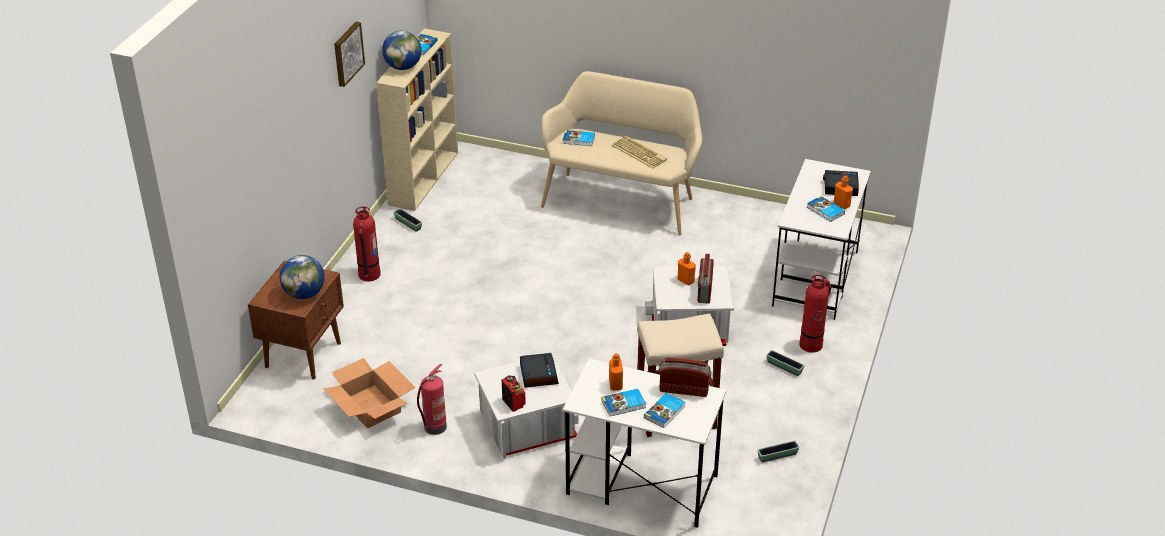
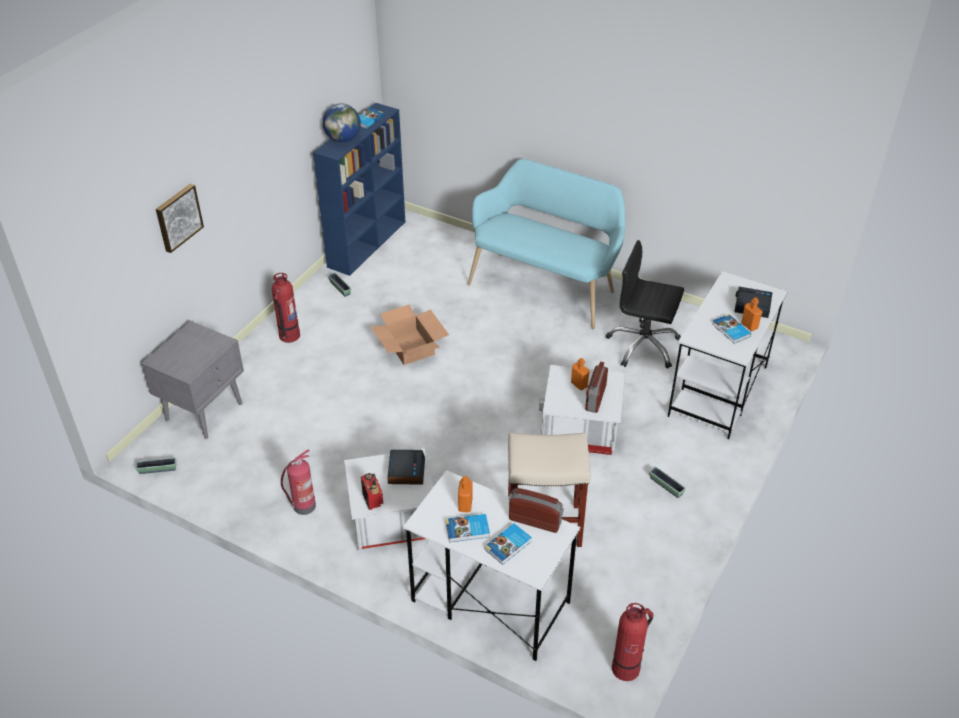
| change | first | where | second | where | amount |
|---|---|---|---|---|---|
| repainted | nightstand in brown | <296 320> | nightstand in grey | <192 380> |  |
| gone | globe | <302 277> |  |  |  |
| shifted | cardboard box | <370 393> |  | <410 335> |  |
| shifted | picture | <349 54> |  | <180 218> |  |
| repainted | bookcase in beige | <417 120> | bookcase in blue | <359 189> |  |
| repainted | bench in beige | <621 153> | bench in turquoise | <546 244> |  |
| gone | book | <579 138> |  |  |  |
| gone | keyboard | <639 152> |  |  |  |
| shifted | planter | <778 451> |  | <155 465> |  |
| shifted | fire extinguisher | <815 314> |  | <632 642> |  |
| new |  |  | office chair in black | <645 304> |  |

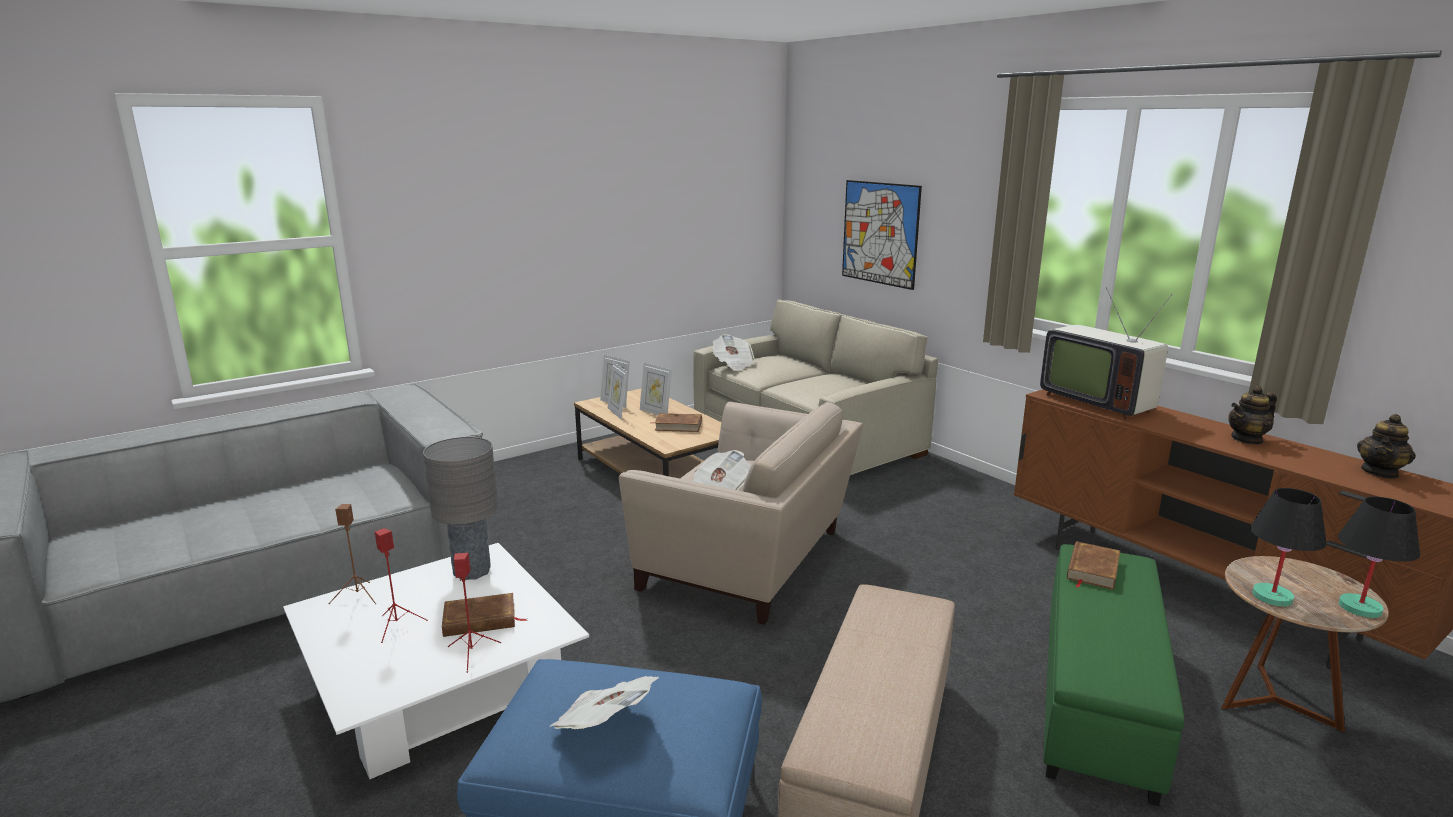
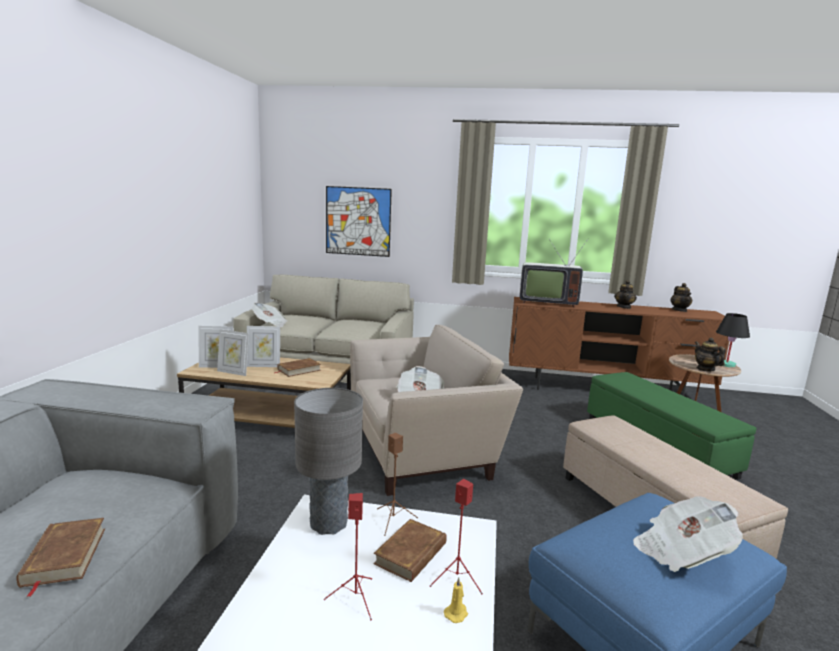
| change | first | where | second | where | amount |
|---|---|---|---|---|---|
| shifted | speaker in brown | <352 554> |  | <397 484> |  |
| shifted | book in brown | <1093 565> |  | <60 557> |  |
| swapped | table lamp in black | <1288 547> | teapot | <710 354> |  |
| new |  |  | candle in yellow | <456 600> |  |

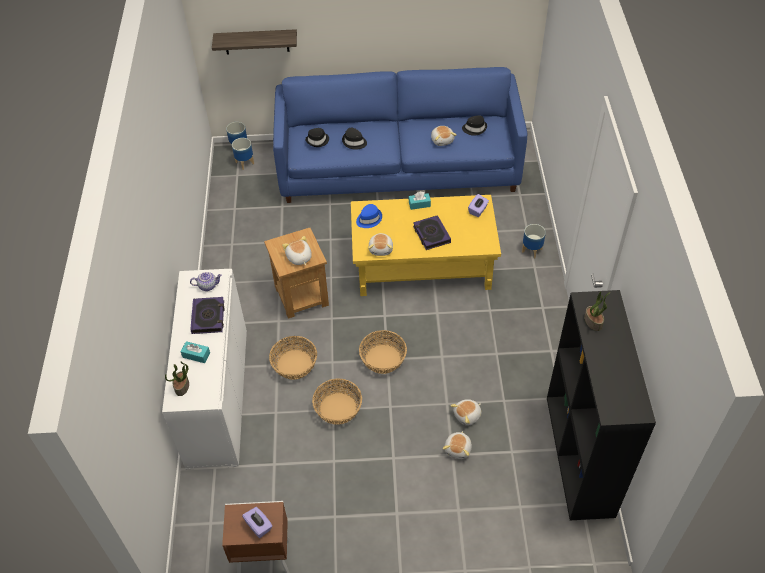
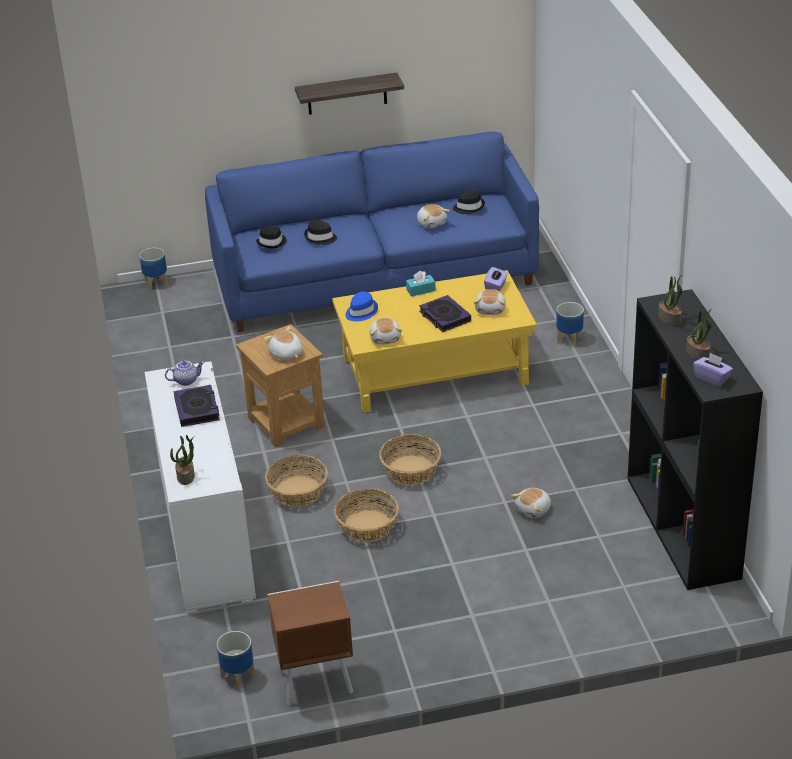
| change | first | where | second | where | amount |
|---|---|---|---|---|---|
| gone | tissue box in turquoise | <195 352> |  |  |  |
| shifted | shelf | <254 42> |  | <349 94> |  |
| shifted | planter | <243 154> |  | <236 660> |  |
| shifted | tissue box in purple | <257 522> |  | <713 370> |  |
| shifted | plush toy | <457 445> |  | <490 302> |  |
| new |  |  | potted plant | <699 334> |  |

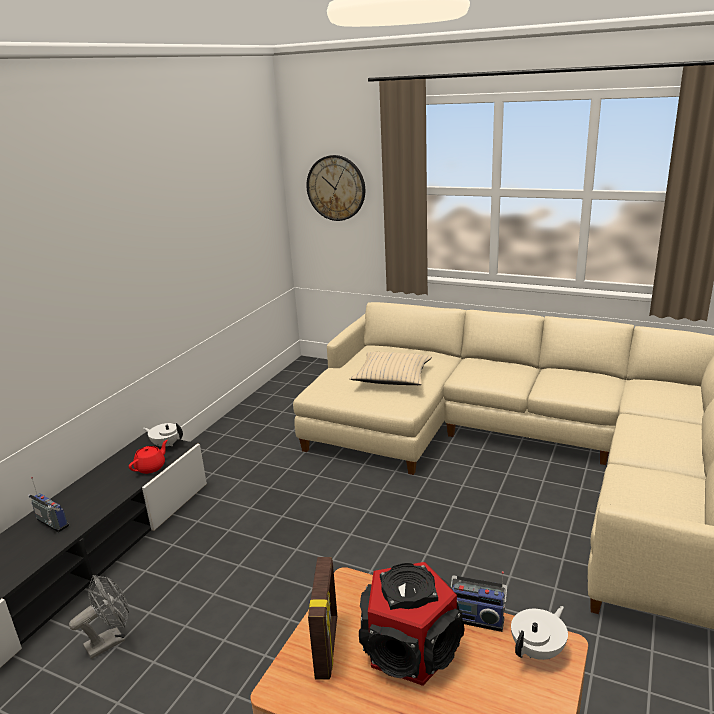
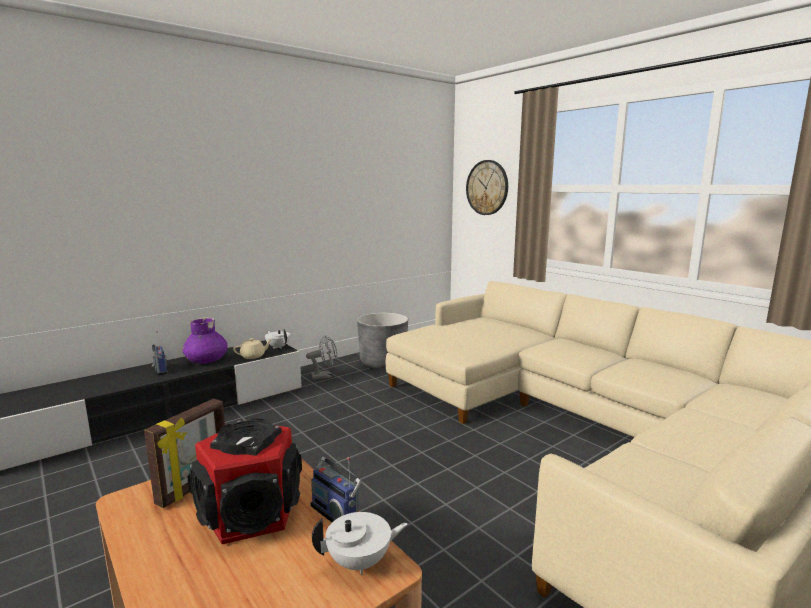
| change | first | where | second | where | amount |
|---|---|---|---|---|---|
| shifted | fan in grey | <99 617> |  | <321 357> |  |
| repainted | teapot in red | <148 457> | teapot in beige | <252 348> |  |
| gone | pillow in beige | <391 368> |  |  |  |
| new |  |  | vase in purple | <205 340> |  |
| new |  |  | planter in grey | <382 341> |  |

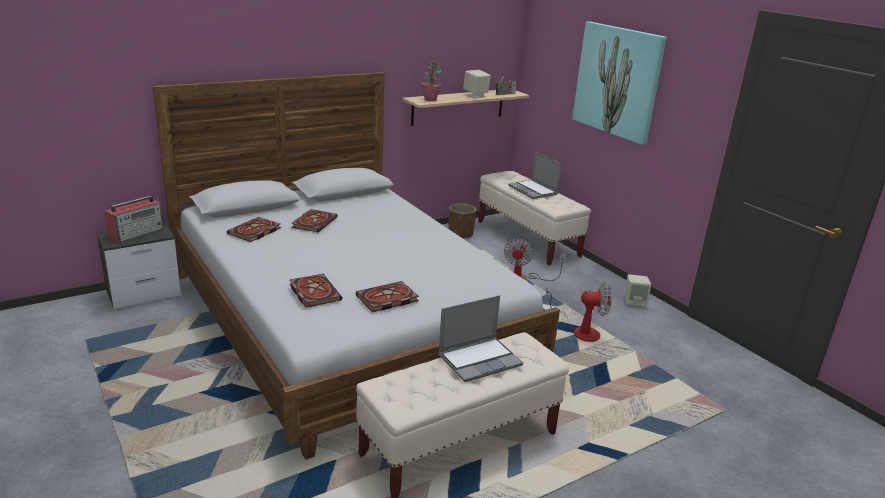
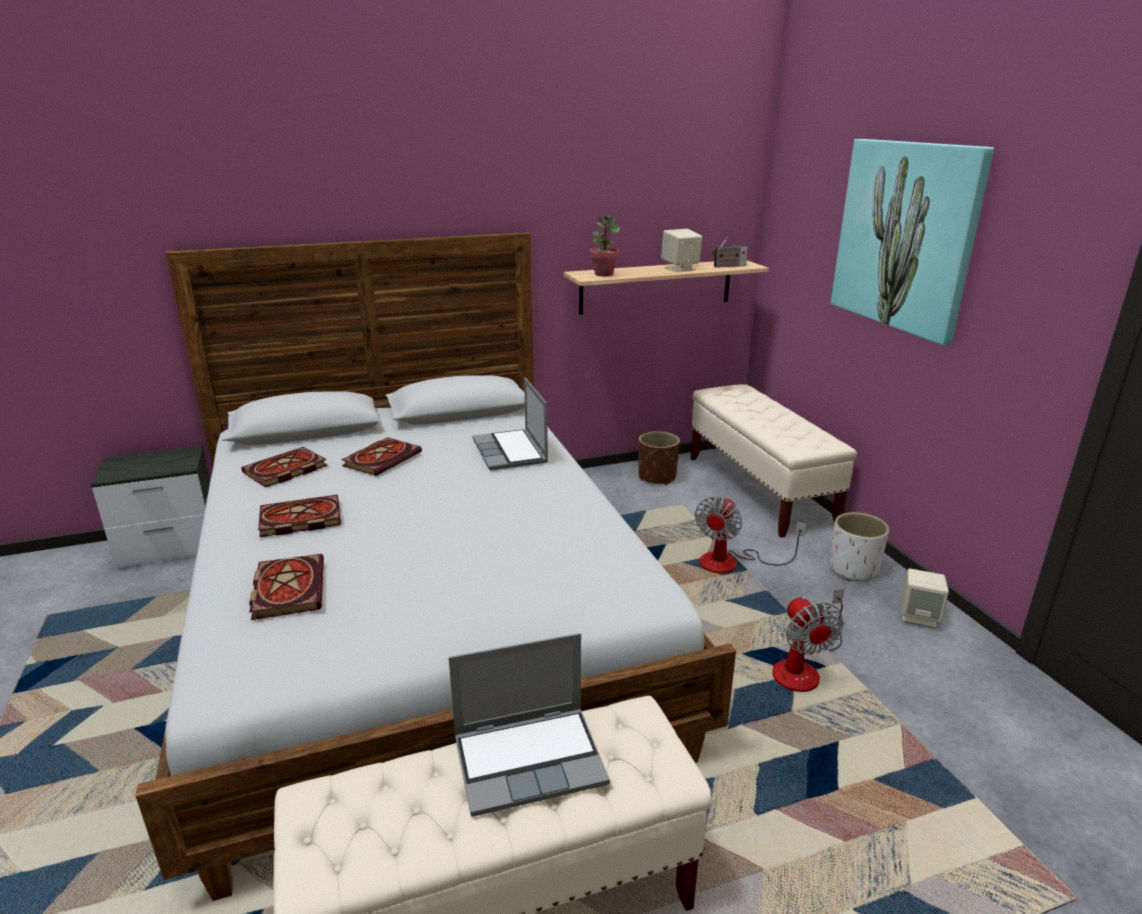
| change | first | where | second | where | amount |
|---|---|---|---|---|---|
| gone | radio | <134 218> |  |  |  |
| shifted | book | <387 296> |  | <299 516> |  |
| shifted | laptop | <535 175> |  | <510 424> |  |
| rotated | fan | <579 312> |  | <808 640> | 60 degrees clockwise |
| new |  |  | planter in white | <859 546> |  |

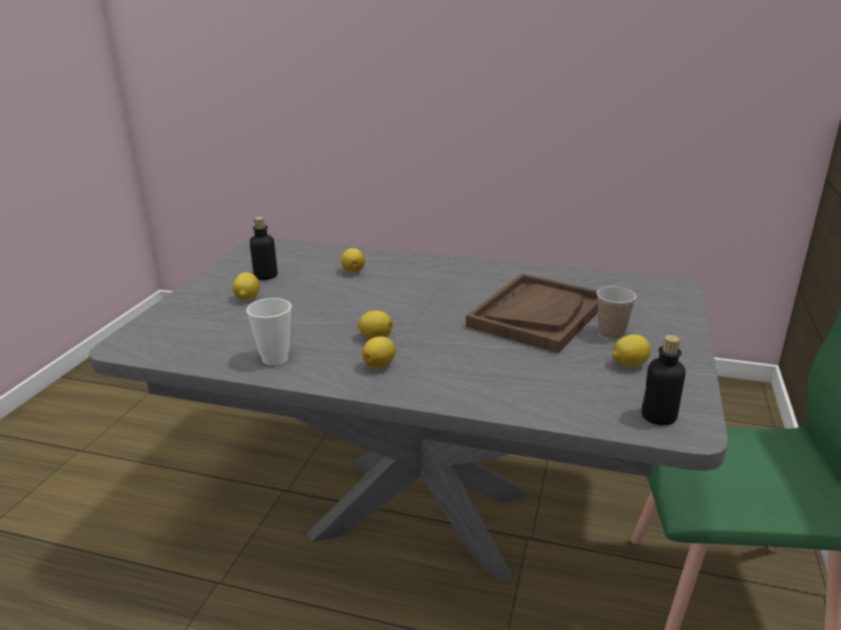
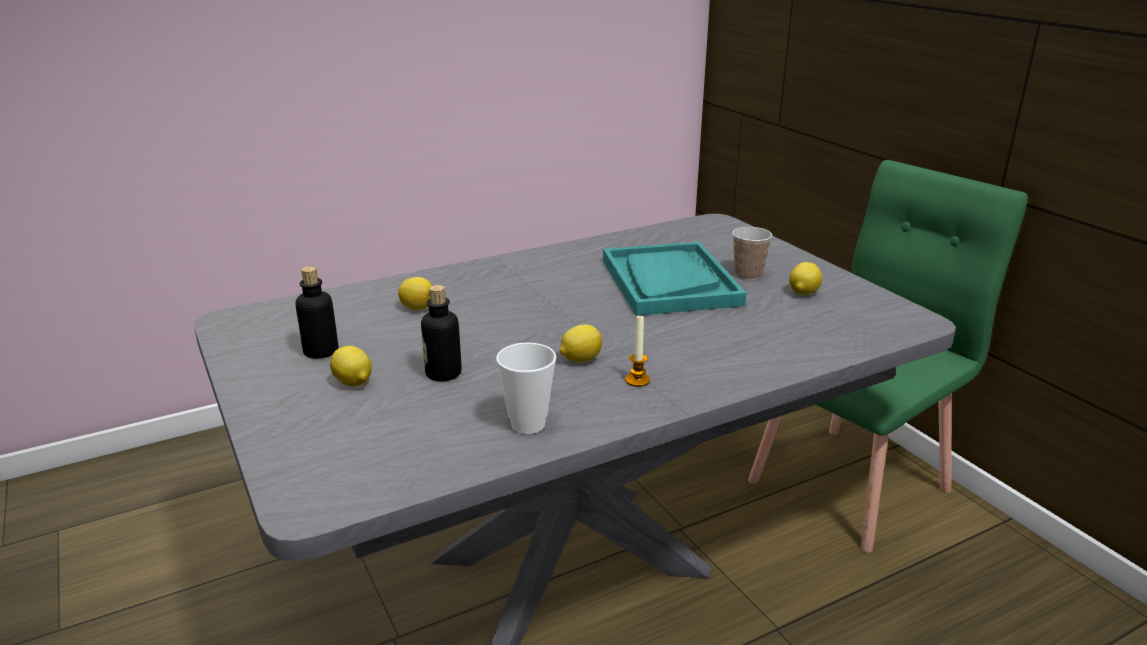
| change | first | where | second | where | amount |
|---|---|---|---|---|---|
| swapped | lemon | <379 352> | candle | <637 351> |  |
| repainted | tray in brown | <532 313> | tray in turquoise | <674 279> |  |
| shifted | bottle | <663 380> |  | <441 333> |  |

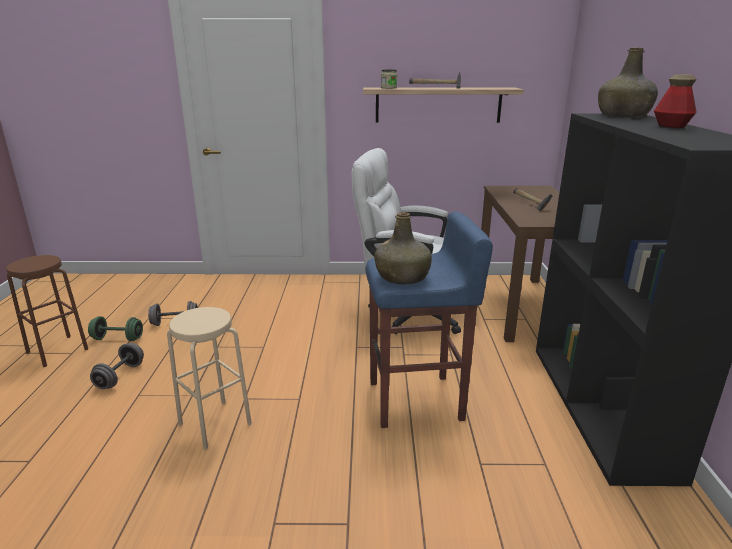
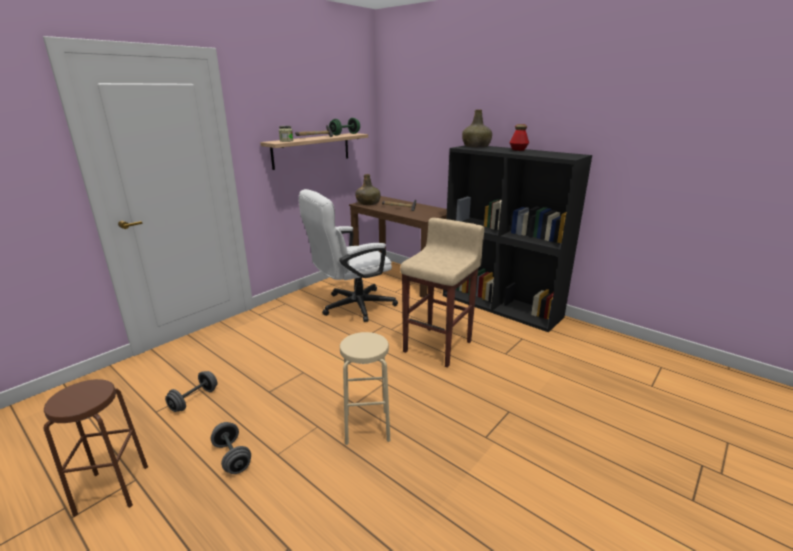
| change | first | where | second | where | amount |
|---|---|---|---|---|---|
| shifted | dumbbell in green | <115 328> |  | <344 126> |  |
| repainted | stool in blue | <429 320> | stool in beige | <442 293> |  |
| shifted | bottle in green | <403 248> |  | <368 189> |  |

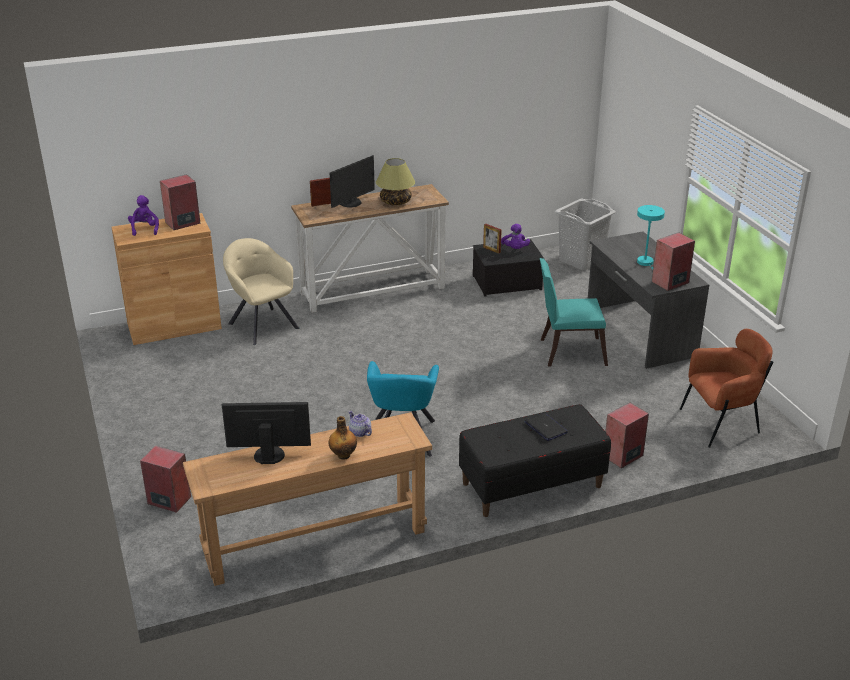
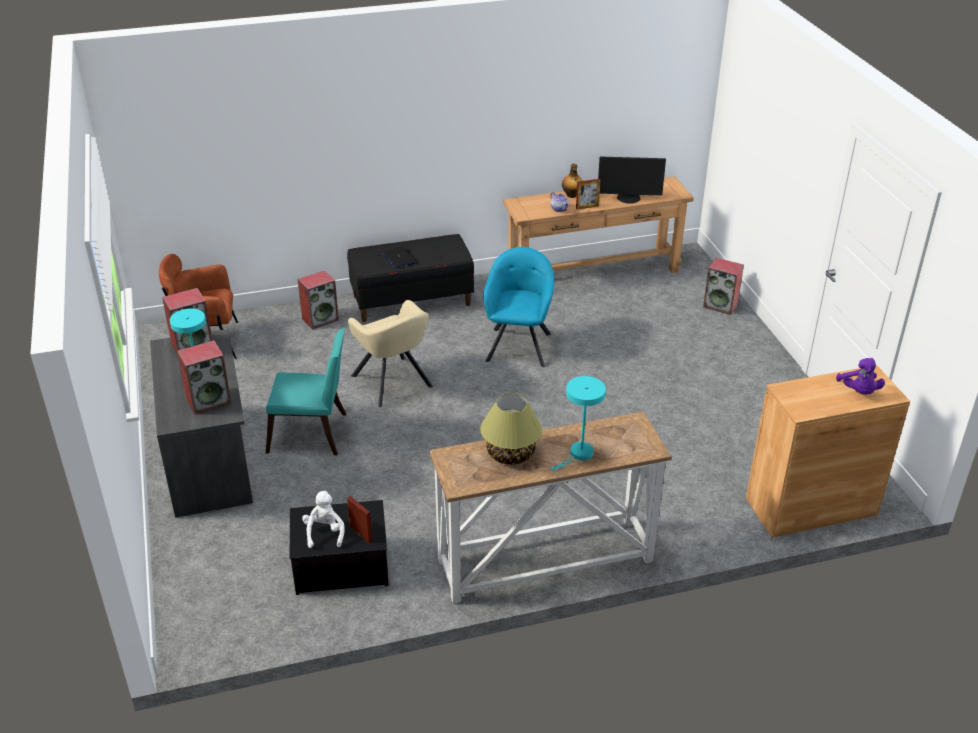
| change | first | where | second | where | amount |
|---|---|---|---|---|---|
| shifted | speaker | <180 202> |  | <204 377> |  |
| shifted | armchair in beige | <261 291> |  | <390 353> |  |
| shifted | picture frame | <320 192> |  | <588 194> |  |
| swapped | monitor | <352 181> | table lamp in turquoise | <578 423> |  |
| repainted | plush toy in purple | <515 236> | plush toy in white | <323 519> |  |
| gone | laundry basket in grey | <585 235> |  |  |  |

